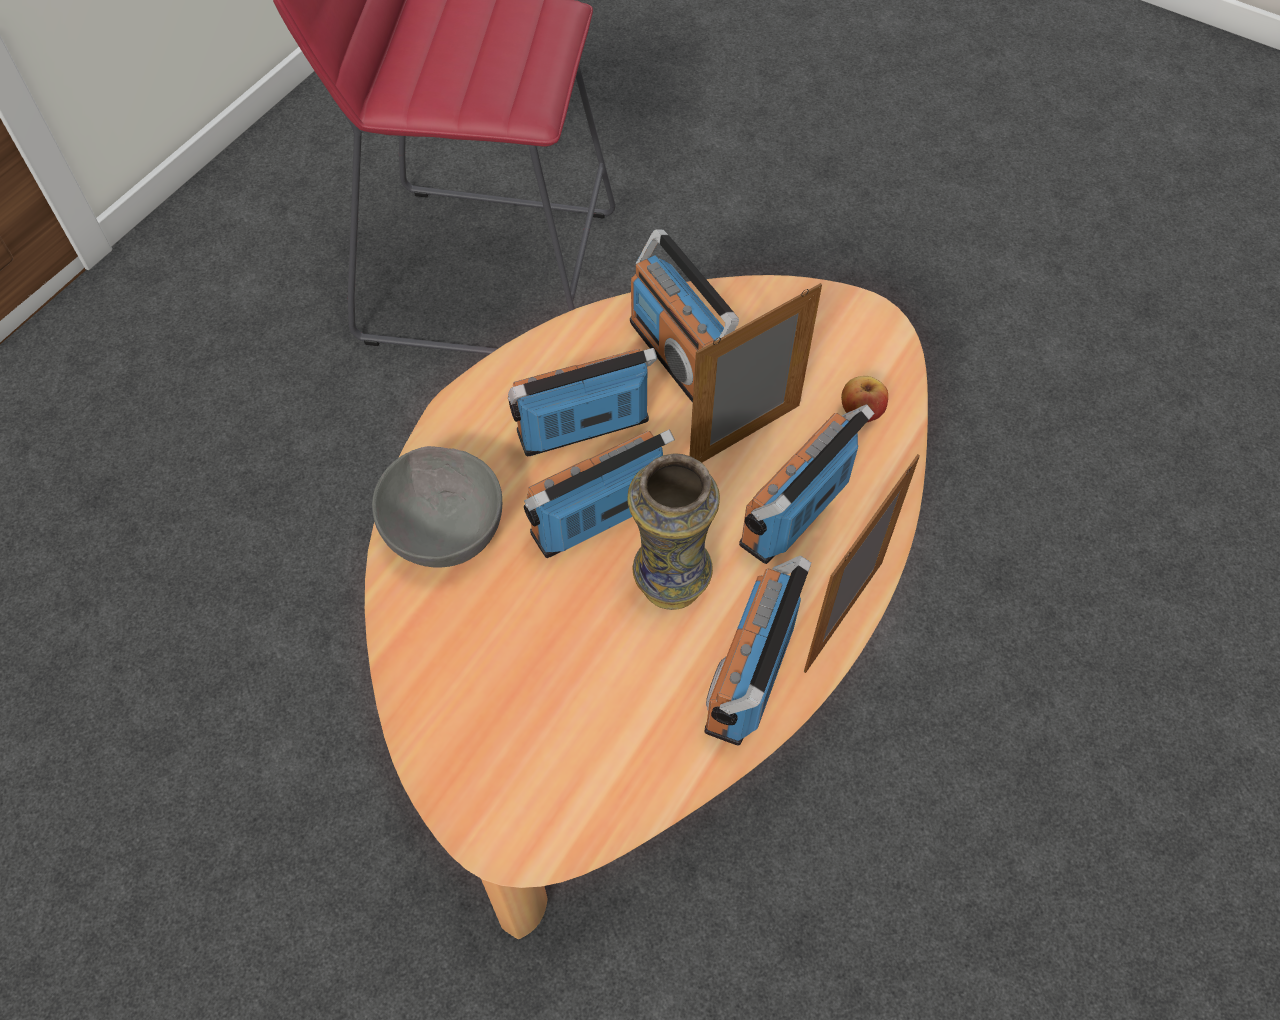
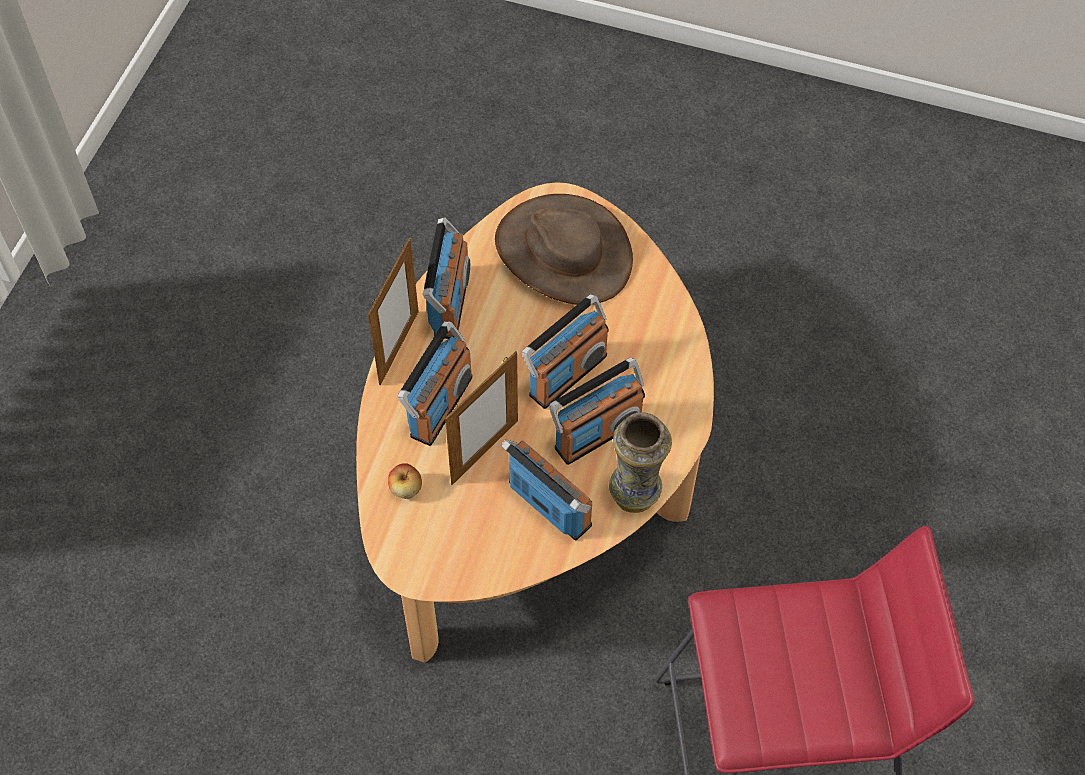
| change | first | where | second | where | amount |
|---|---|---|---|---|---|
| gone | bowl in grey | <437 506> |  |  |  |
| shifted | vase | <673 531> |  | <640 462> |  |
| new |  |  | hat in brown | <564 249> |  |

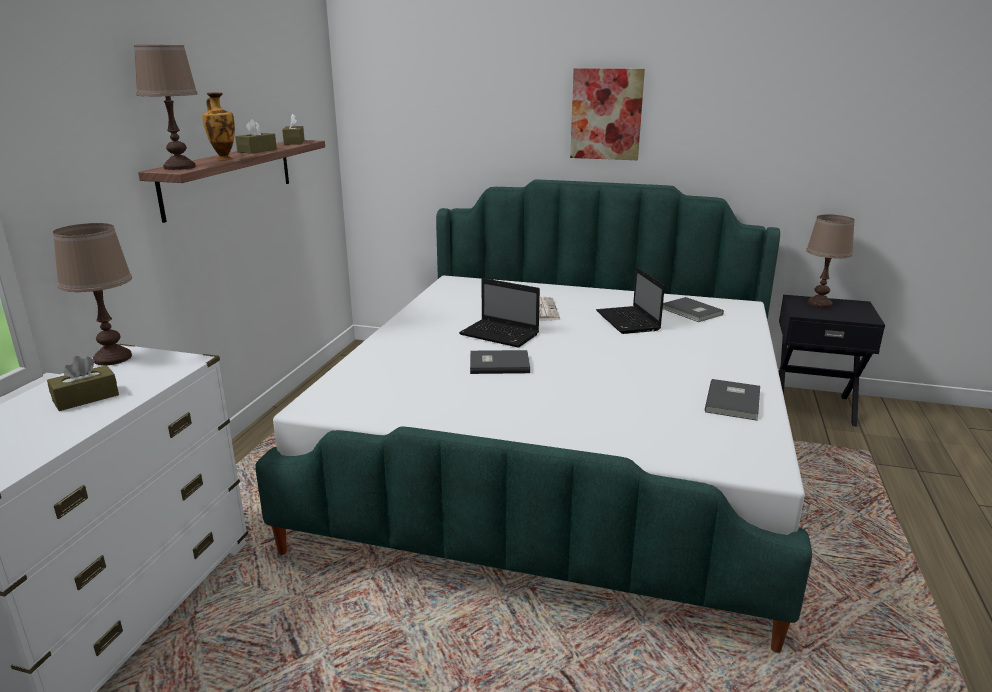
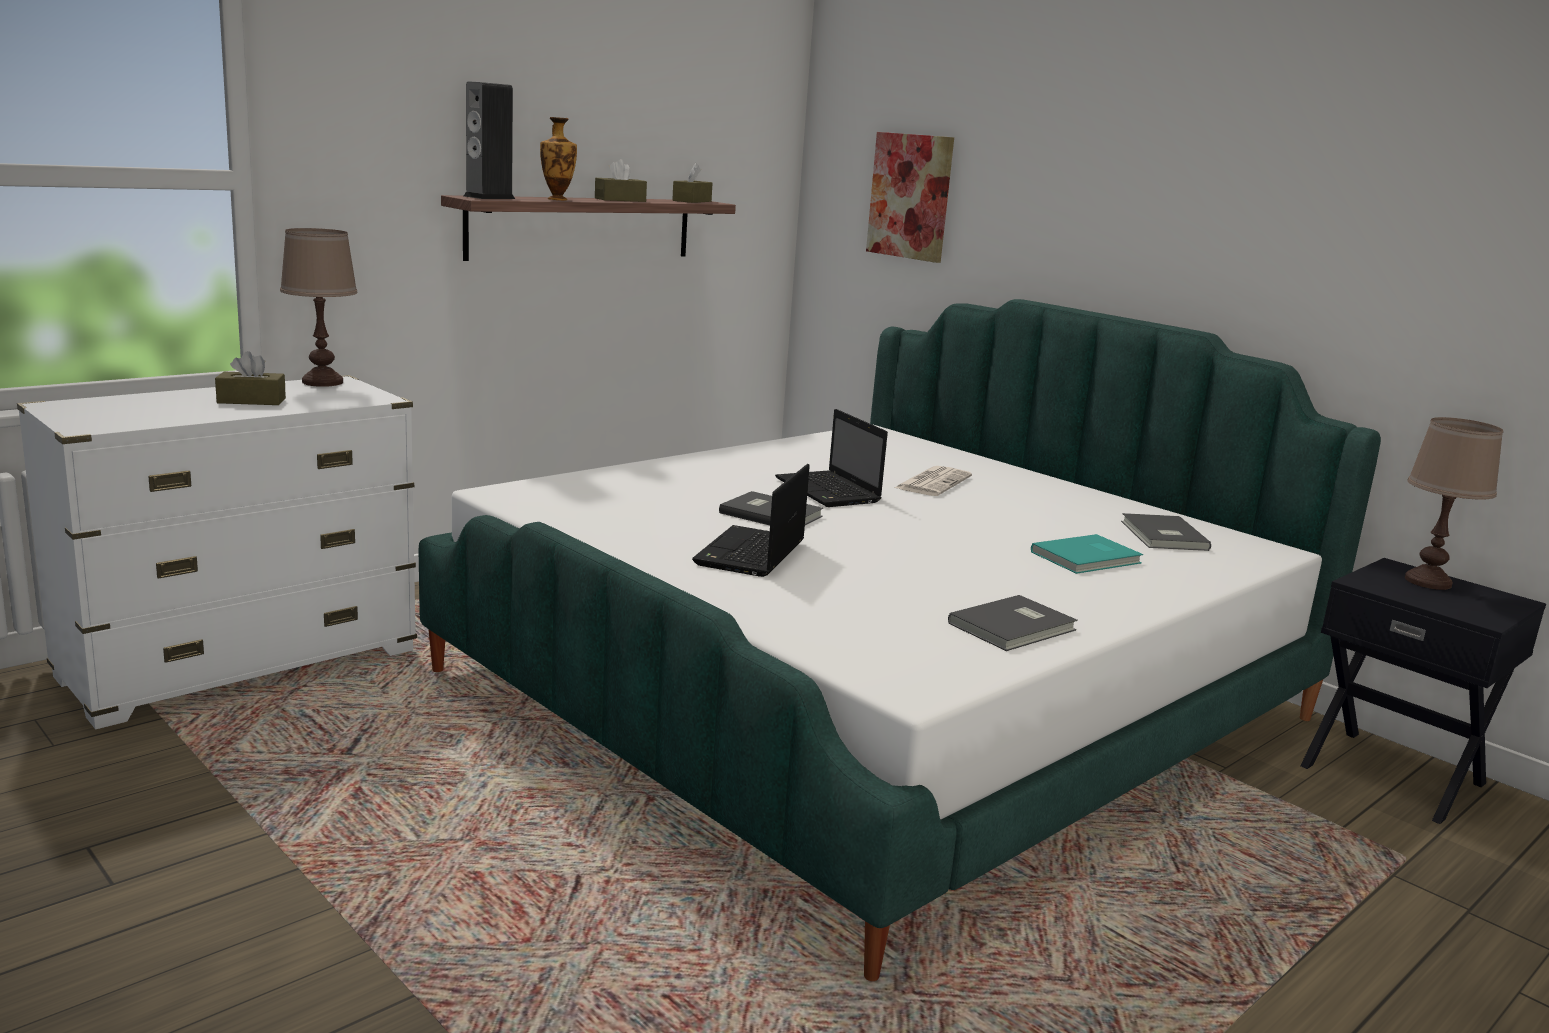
| change | first | where | second | where | amount |
|---|---|---|---|---|---|
| swapped | table lamp in brown | <166 107> | speaker | <489 140> |  |
| shifted | picture | <607 114> |  | <910 197> |  |
| shifted | laptop | <630 300> |  | <751 520> |  |
| new |  |  | book in turquoise | <1087 554> |  |

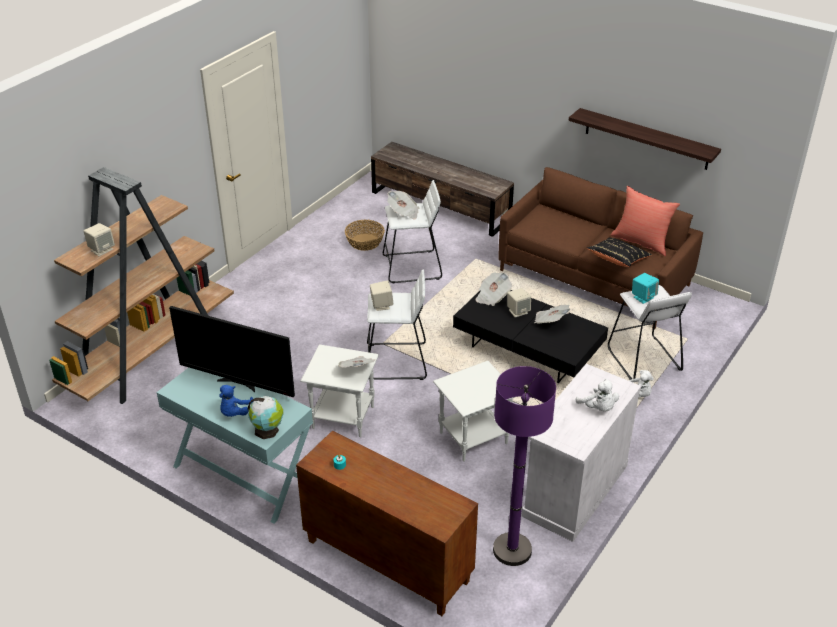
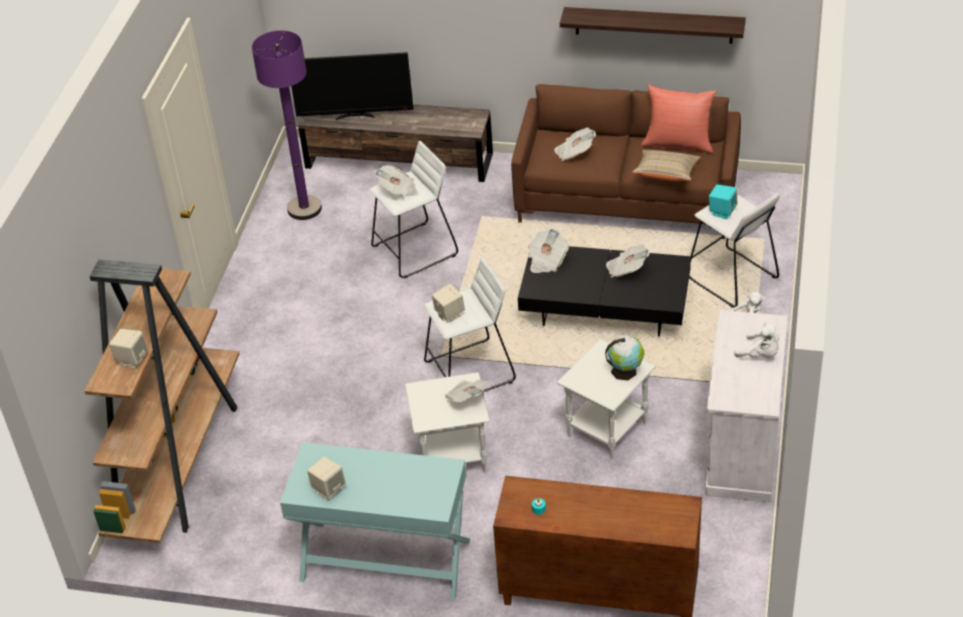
| change | first | where | second | where | amount |
|---|---|---|---|---|---|
| shifted | television | <232 351> |  | <352 86> |  |
| gone | plush toy in blue | <236 401> |  |  |  |
| shifted | globe | <266 417> |  | <624 357> |  |
| gone | basket | <365 235> |  |  |  |
| shifted | floor lamp in purple | <524 466> |  | <287 125> |  |
| shifted | speaker in beige | <519 302> |  | <326 478> |  |
| repainted | pillow in black | <619 252> | pillow in beige | <666 165> |  |
| new |  |  | newspaper | <575 144> |  |

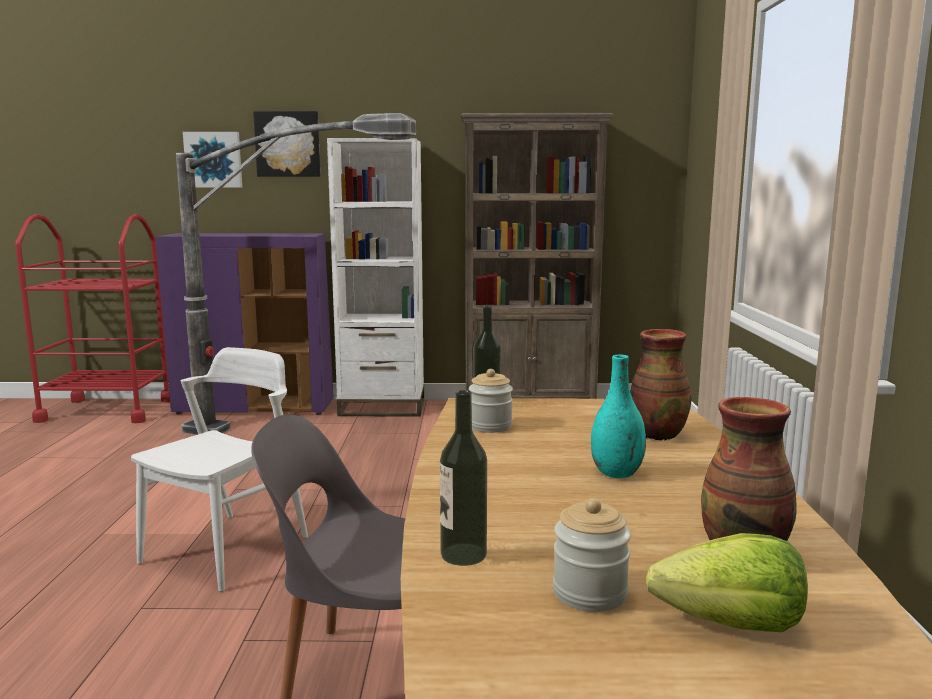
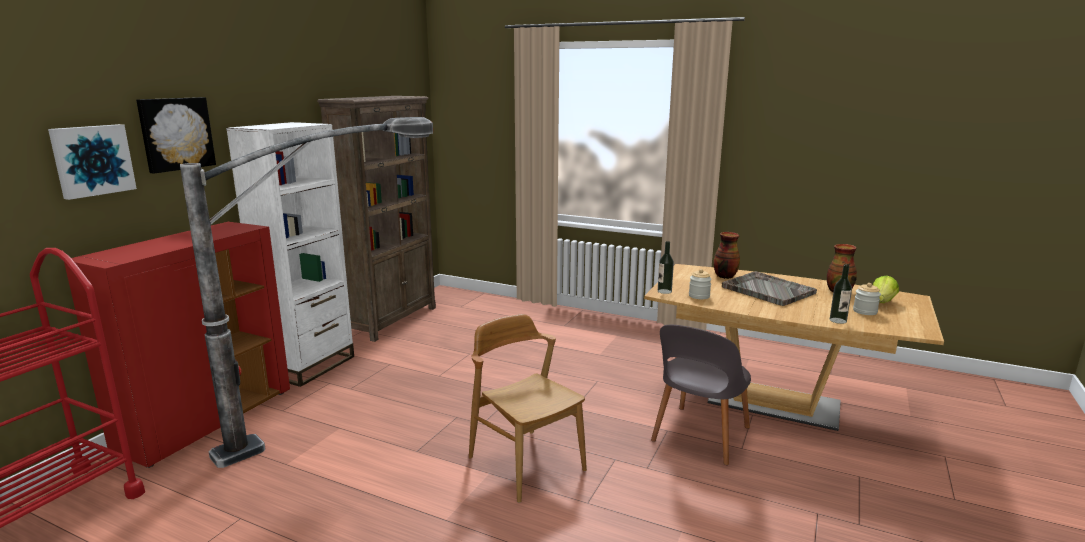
| change | first | where | second | where | amount |
|---|---|---|---|---|---|
| repainted | chair in white | <219 469> | chair in brown | <528 408> |  |
| repainted | cabinet in purple | <244 324> | cabinet in red | <177 345> |  |
| swapped | vase in turquoise | <618 416> | tray in grey | <769 288> |  |

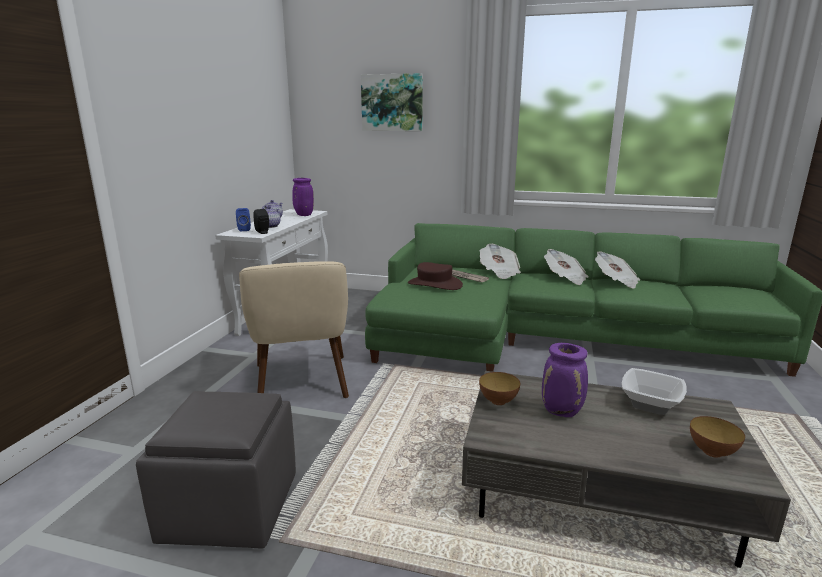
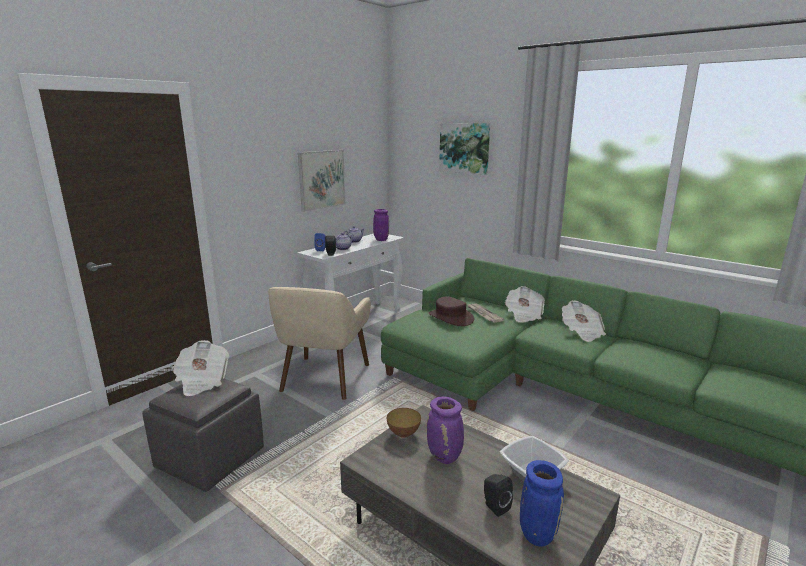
| change | first | where | second | where | amount |
|---|---|---|---|---|---|
| shifted | newspaper | <617 270> |  | <200 368> |  |
| swapped | bowl | <717 437> | vase in blue | <542 503> |  |
| new |  |  | picture | <322 181> |  |
| new |  |  | speaker in black | <498 495> |  |

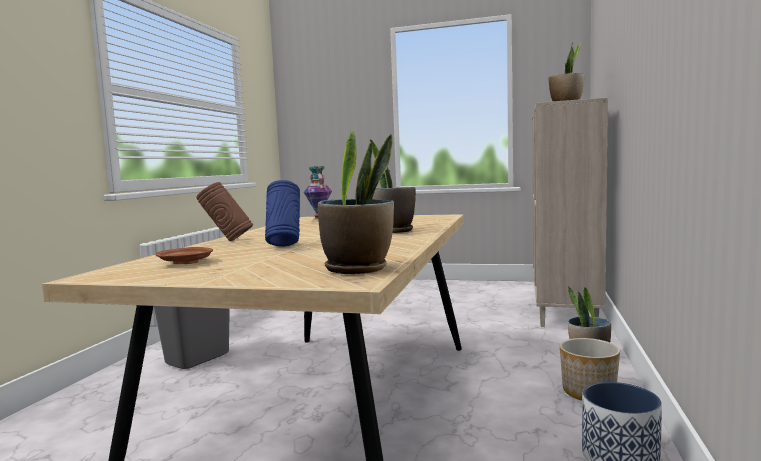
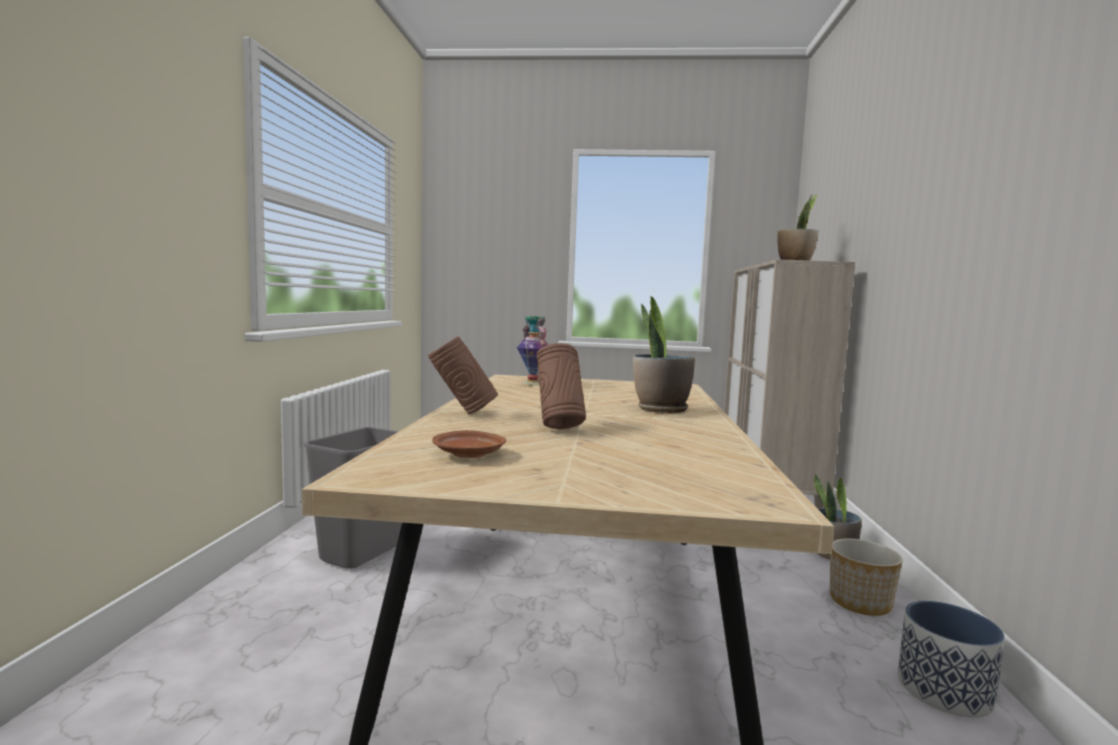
| change | first | where | second | where | amount |
|---|---|---|---|---|---|
| repainted | vase in blue | <282 213> | vase in brown | <561 386> |  |
| gone | potted plant | <356 201> |  |  |  |

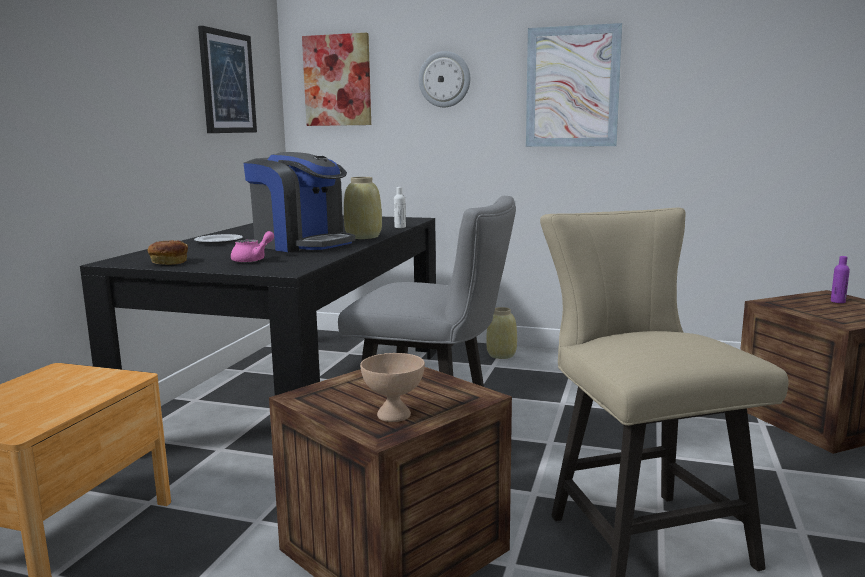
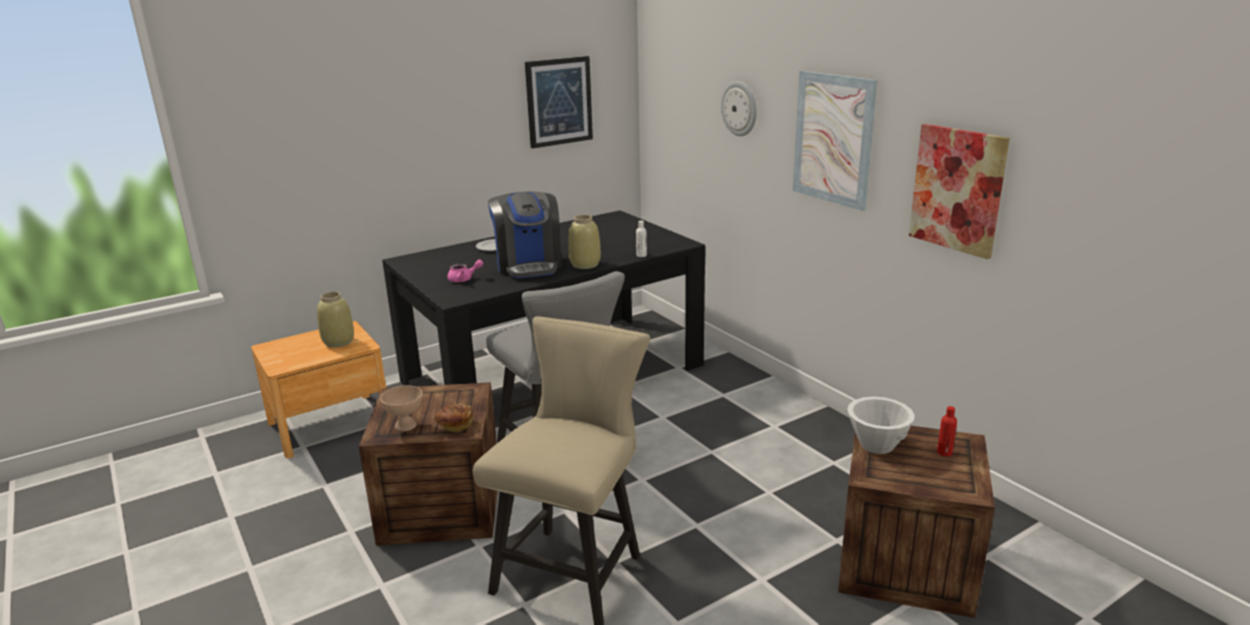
| change | first | where | second | where | amount |
|---|---|---|---|---|---|
| shifted | bread | <168 252> |  | <454 418> |  |
| shifted | picture | <336 79> |  | <959 191> |  |
| shifted | vase in beige | <501 333> |  | <335 320> |  |
| repainted | bottle in purple | <840 279> | bottle in red | <947 431> |  |
| new |  |  | bowl in white | <881 425> |  |

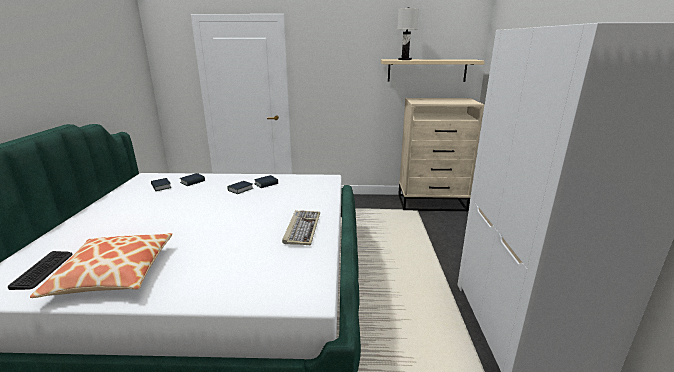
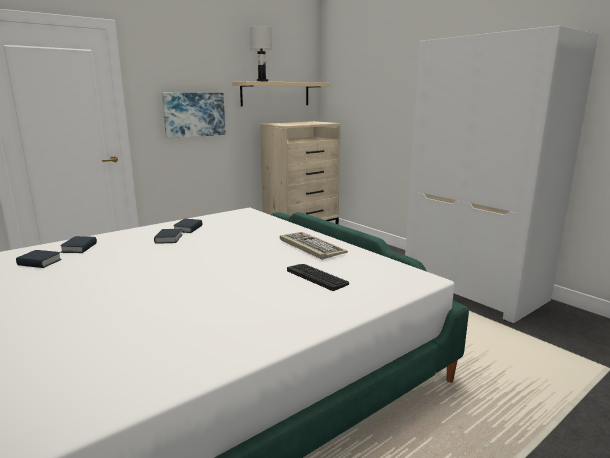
| change | first | where | second | where | amount |
|---|---|---|---|---|---|
| shifted | keyboard | <40 270> |  | <318 277> |  |
| gone | pillow | <101 265> |  |  |  |
| new |  |  | picture | <194 115> |  |

